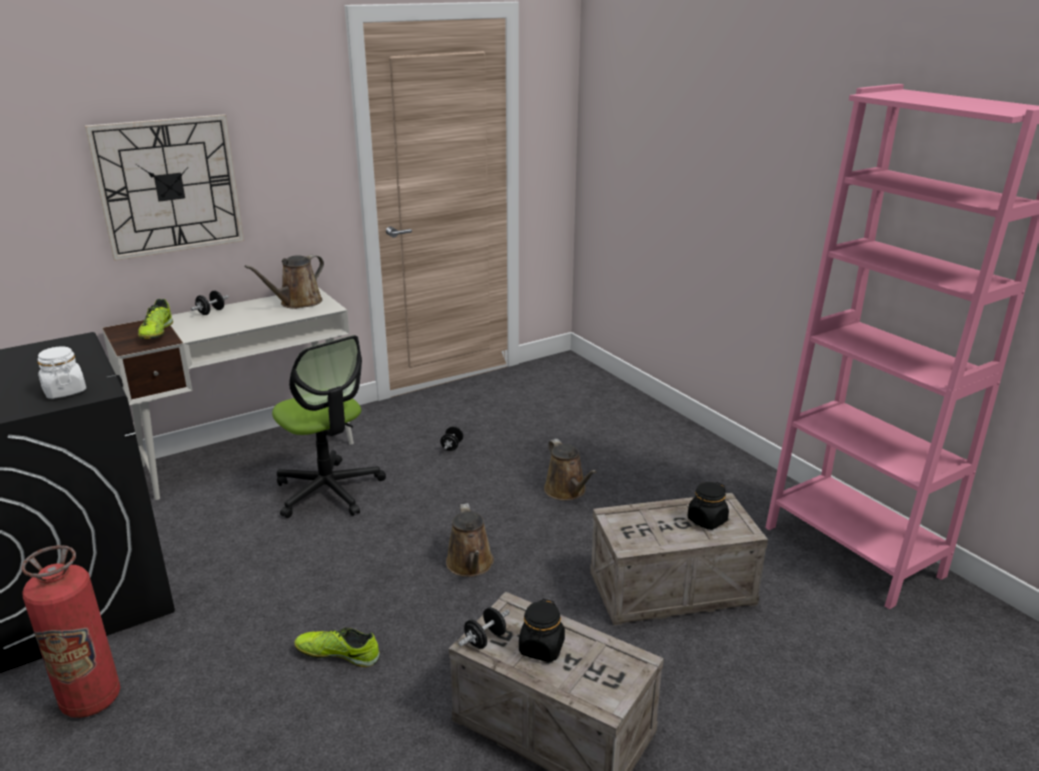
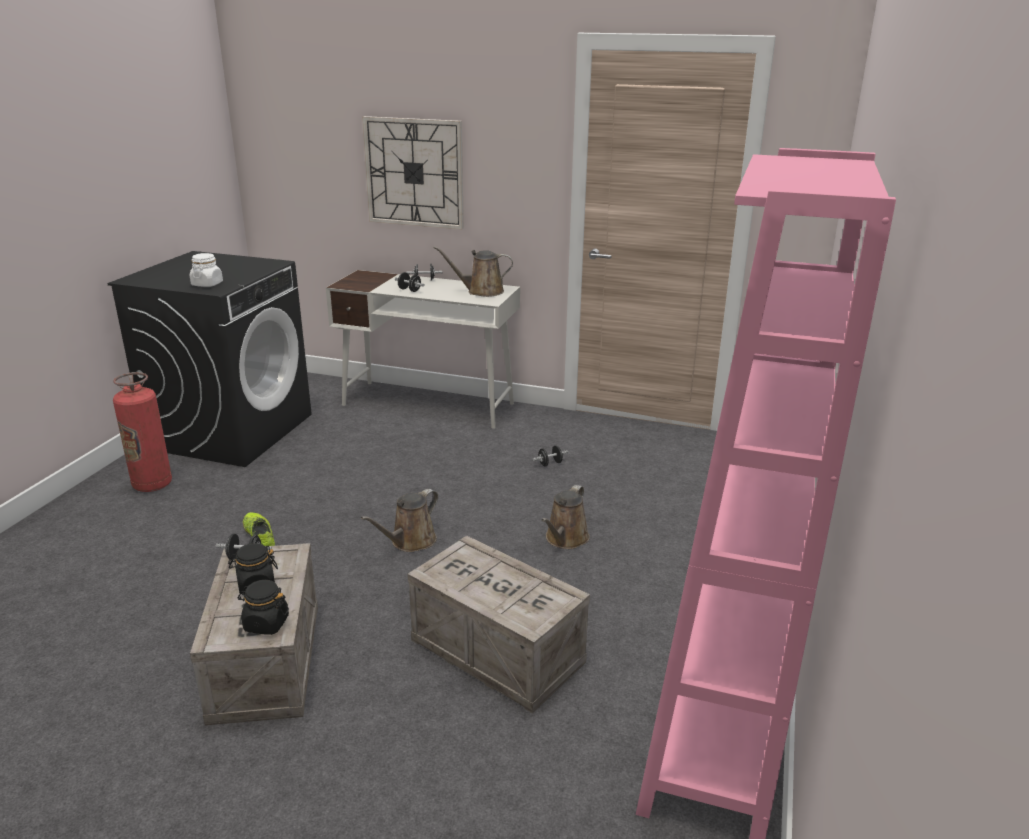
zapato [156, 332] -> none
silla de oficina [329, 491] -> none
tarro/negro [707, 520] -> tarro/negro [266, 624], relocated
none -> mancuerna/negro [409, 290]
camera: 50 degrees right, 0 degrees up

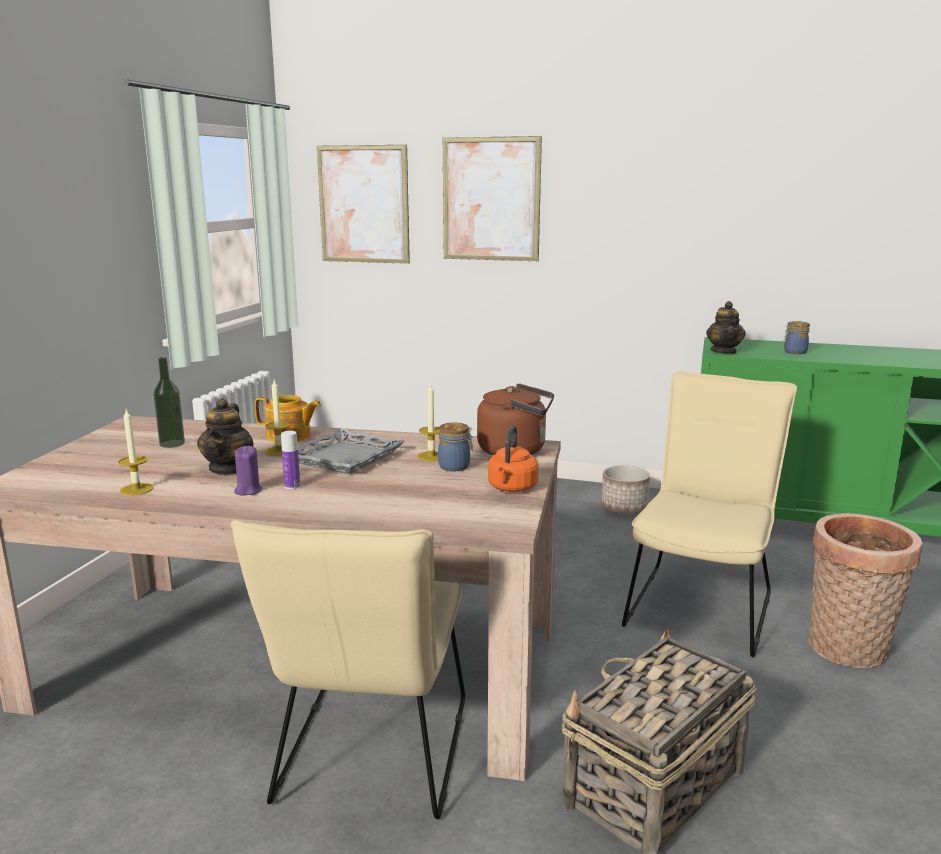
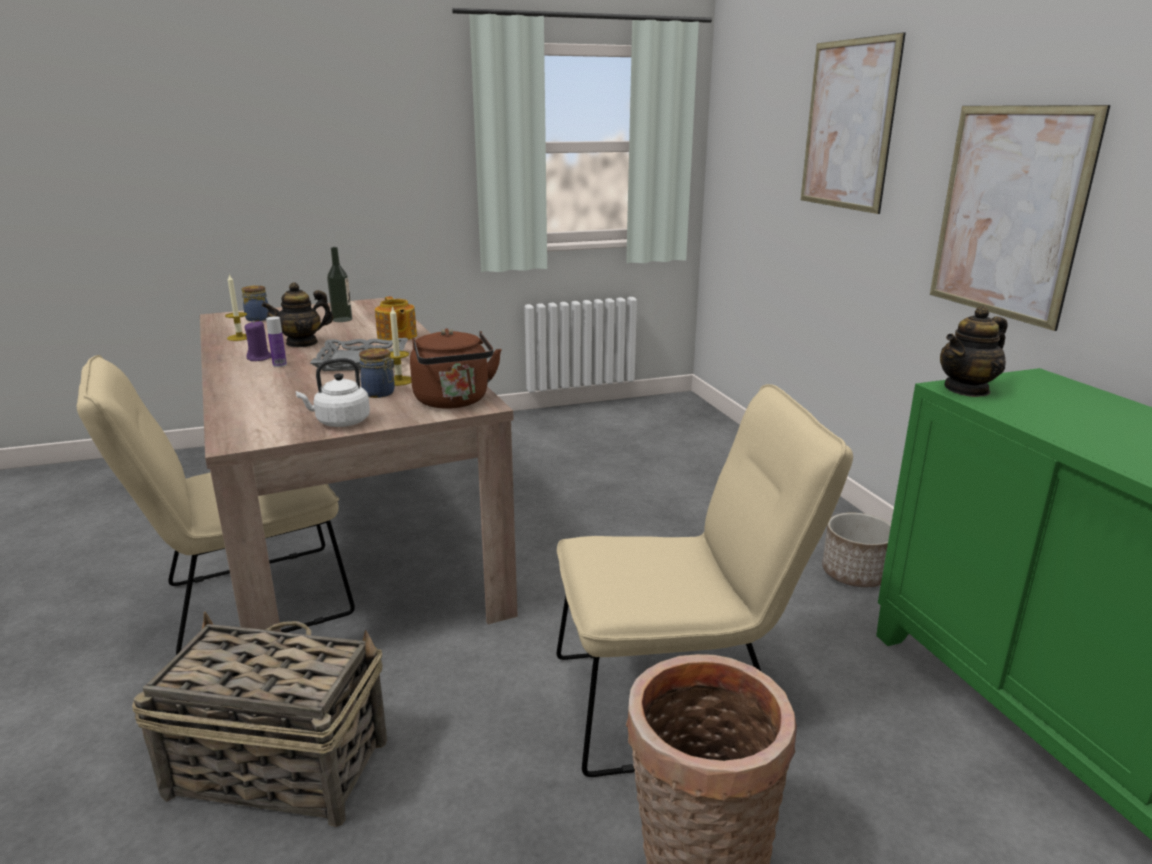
cuadro [363, 204] -> cuadro [1008, 213], relocated
tarro [794, 352] -> tarro [257, 318], relocated
vela [279, 451] -> none
hervidor/naranja [512, 488] -> hervidor/blanco [340, 422]
camera: 55 degrees right, 5 degrees up

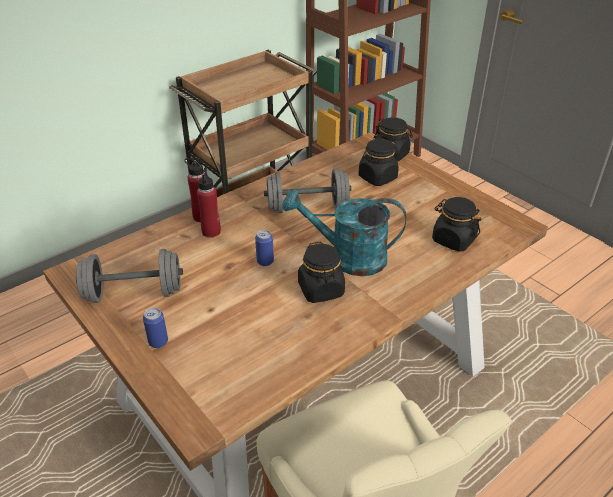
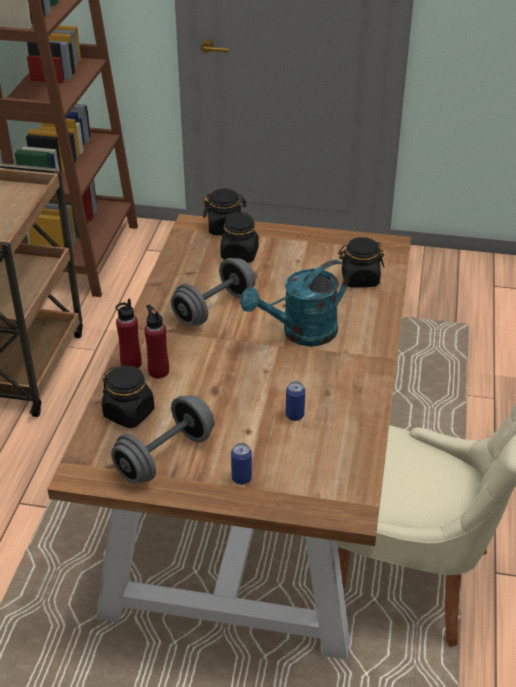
lata [265, 261] -> lata [294, 415], relocated
tarro/negro [321, 290] -> tarro/negro [129, 413], relocated
camera: 40 degrees left, 0 degrees up

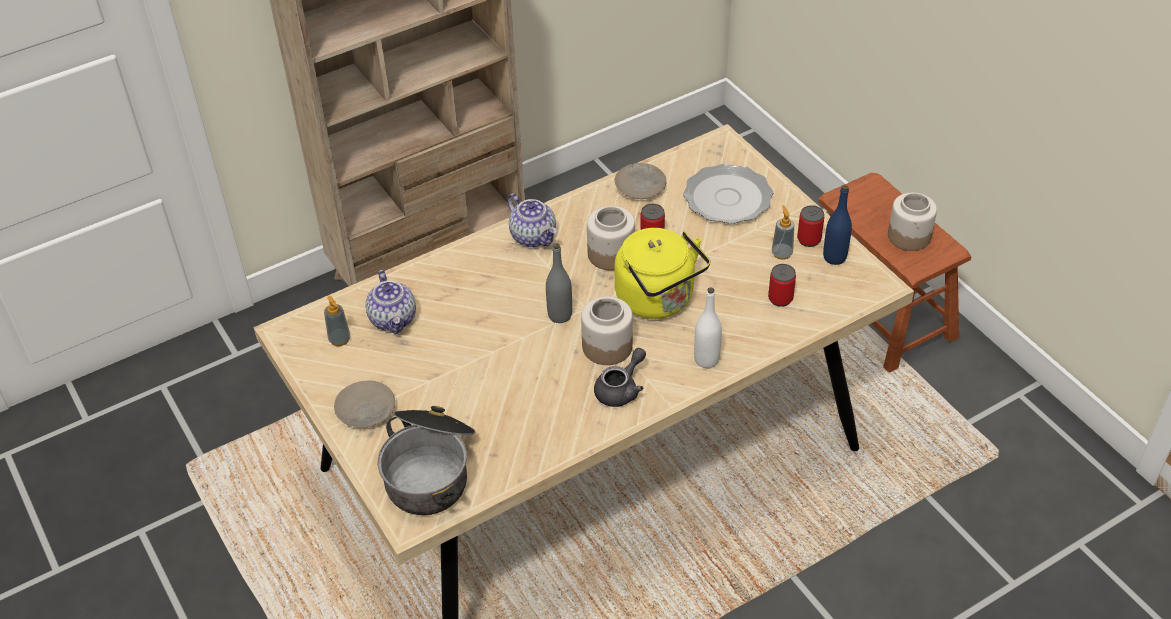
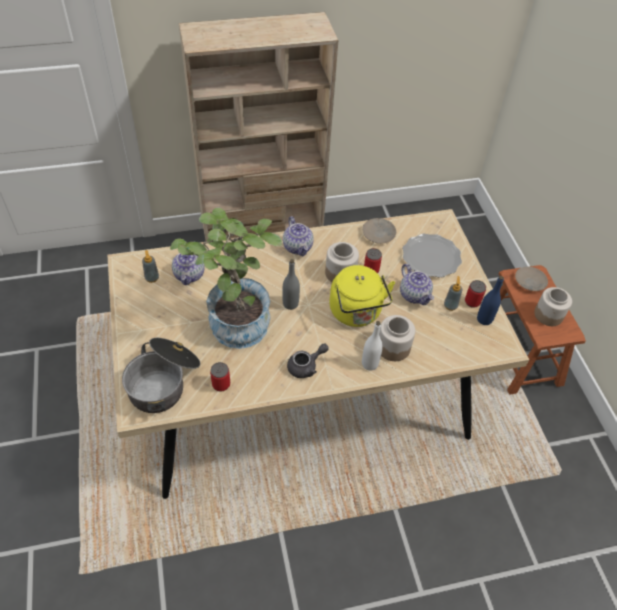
lata [780, 298] -> lata [221, 384], relocated
tarro [606, 346] -> tarro [393, 347], relocated
plato/beis [366, 410] -> plato/beis [530, 282], relocated
none -> planta en maceta [235, 319]
none -> tetera [415, 295]
camera: 15 degrees right, 5 degrees up

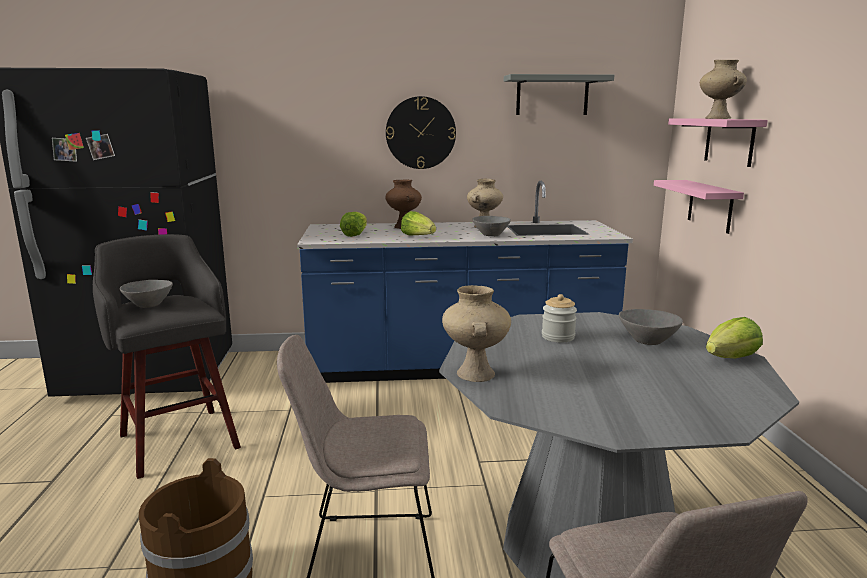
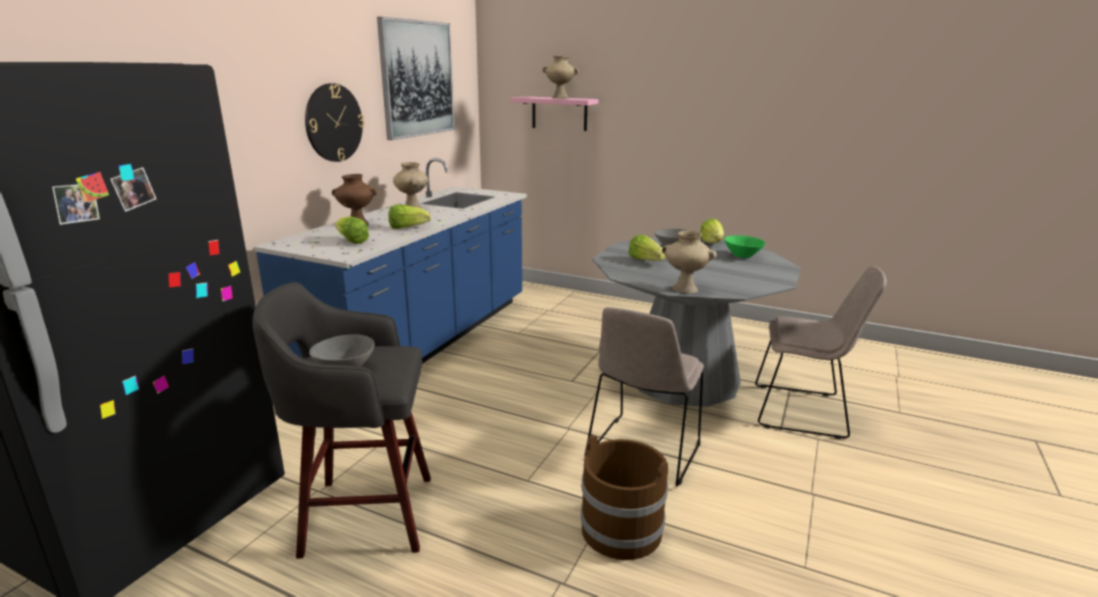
estante/gris [552, 95] -> cuadro [417, 79]
estante/rosa [710, 206] -> none
cuenco/gris [491, 235] -> none
tarro [558, 337] -> lechuga [645, 261]
none -> cuenco/verde [742, 256]
camera: 60 degrees left, 5 degrees up

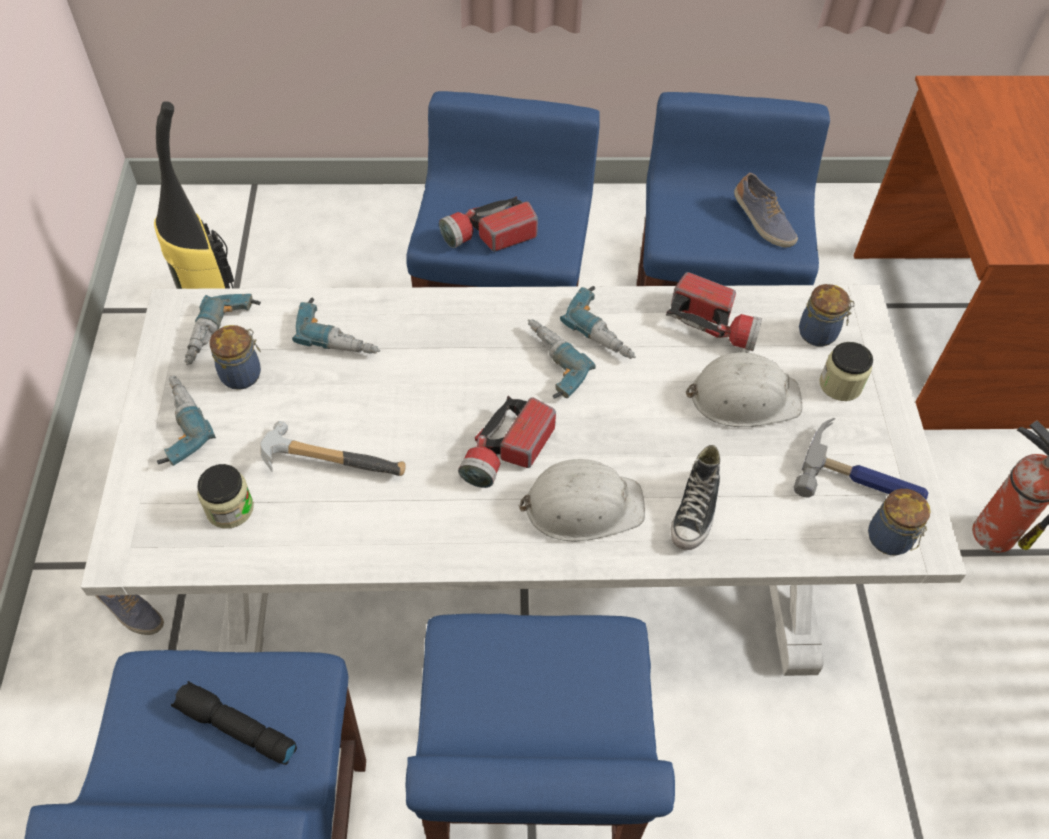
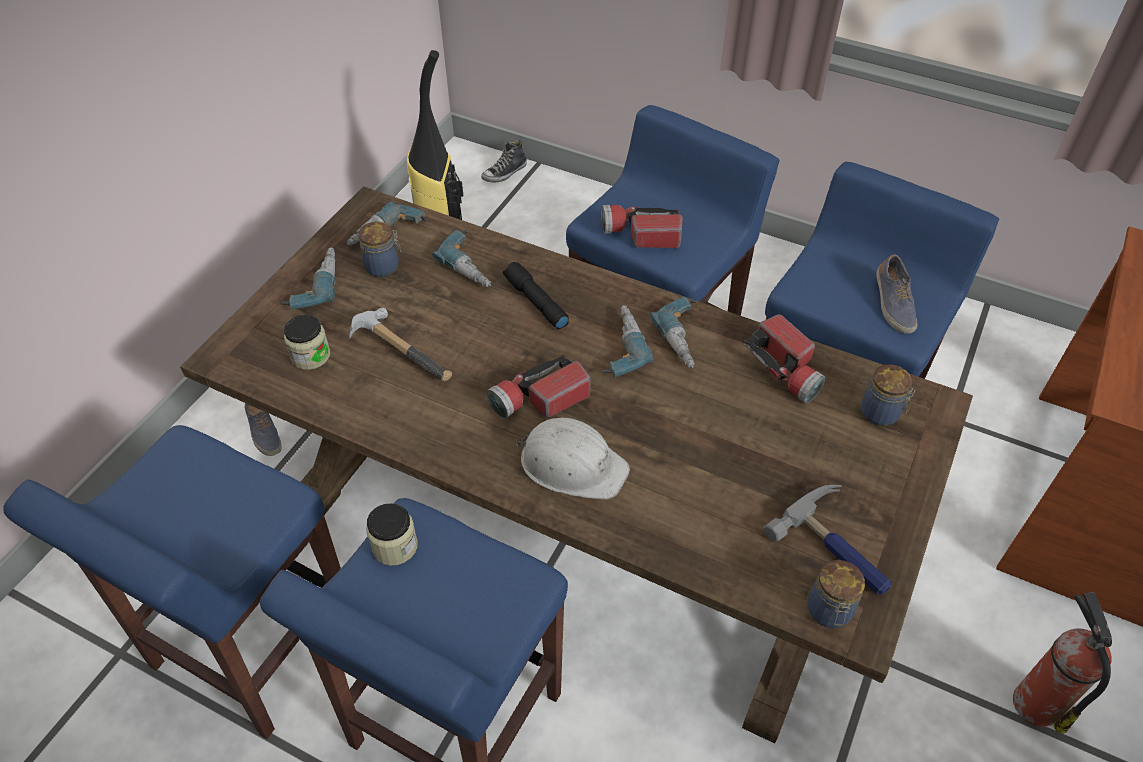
mesa de comedor/blanco [520, 553] -> mesa de comedor/marrón [573, 520]
tarro [840, 384] -> tarro [395, 546], relocated
casco/blanco [743, 397] -> none
zapato [695, 511] -> zapato [505, 173], relocated
linterna/negro [235, 728] -> linterna/negro [535, 302], relocated
camera: 30 degrees right, 5 degrees down

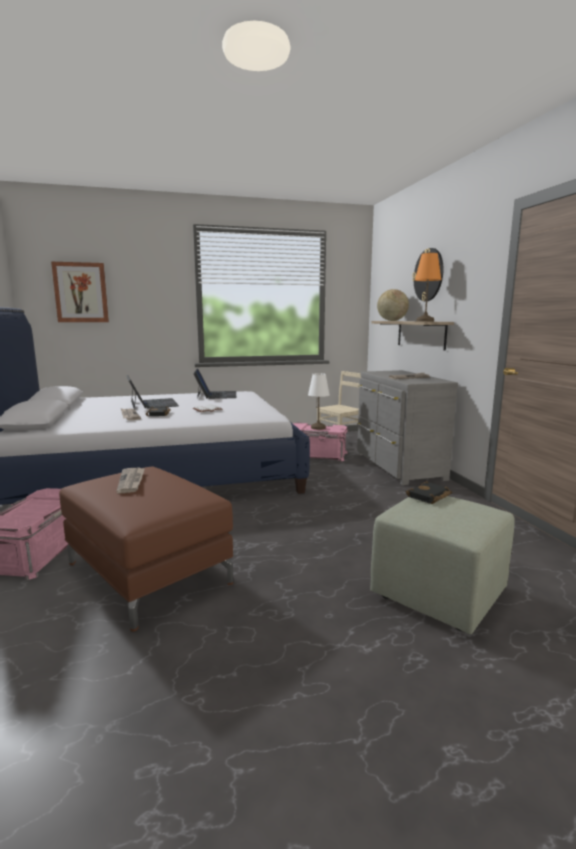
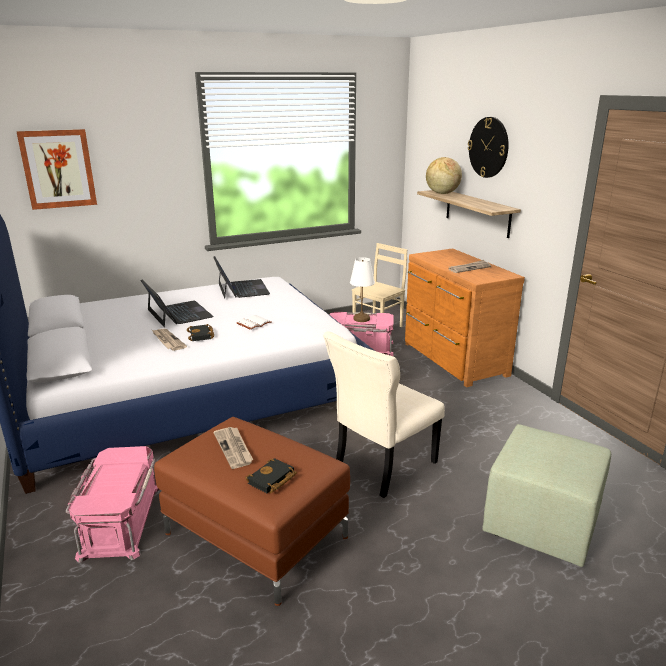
lámpara de mesa/naranja [425, 321] -> none
cómoda/gris [397, 466] -> cómoda/marrón [453, 360]
libro/negro [429, 497] -> libro/negro [271, 480], relocated
none -> silla/beis [382, 466]
camera: 10 degrees left, 10 degrees up

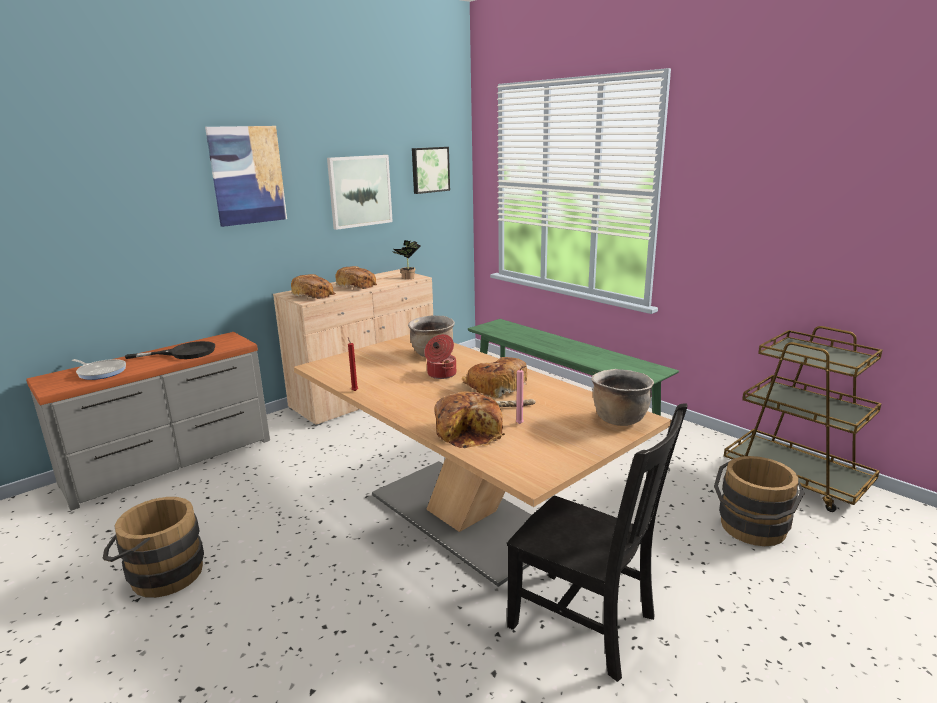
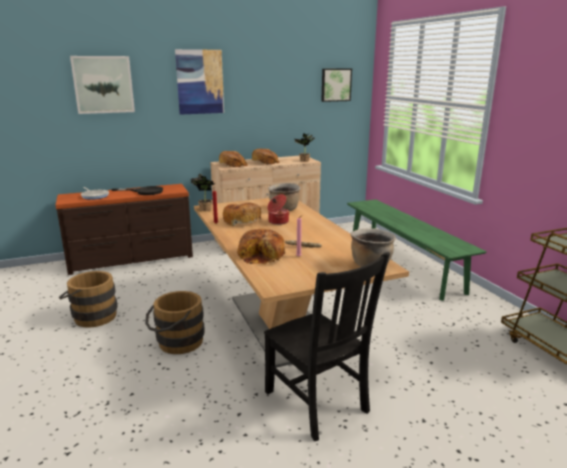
cuadro [359, 191] -> cuadro [103, 84], relocated
cómoda/gris [171, 462] -> cómoda/marrón [131, 259]
pan [496, 386] -> pan [241, 221], relocated
cubo/marrón [751, 530] -> cubo/marrón [176, 343], relocated
none -> planta en maceta [204, 209]
camera: 20 degrees right, 0 degrees up

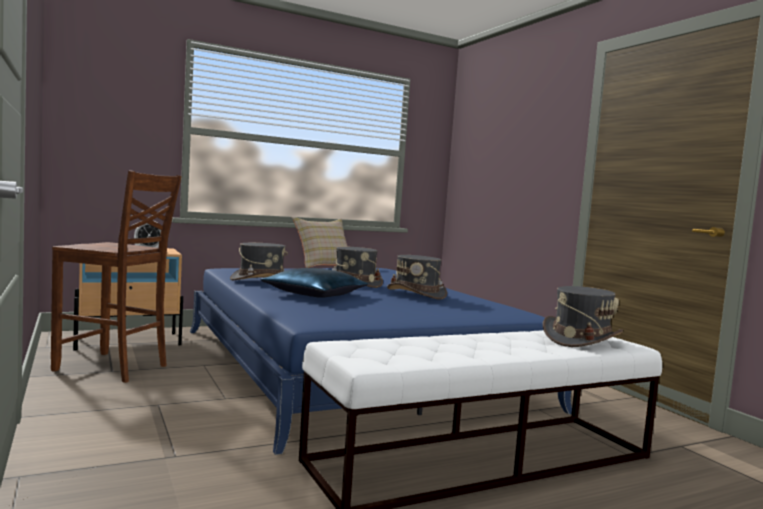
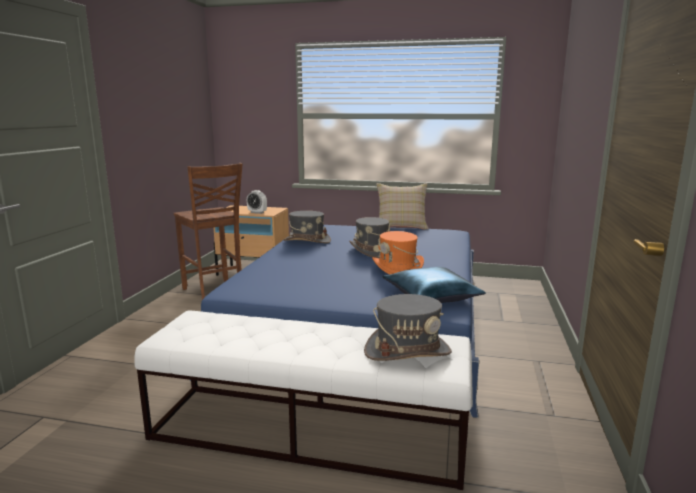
sombrero/gris [416, 294] -> sombrero/naranja [397, 269]
cojín/azul [315, 294] -> cojín/azul [431, 296], relocated
camera: 40 degrees right, 10 degrees up

